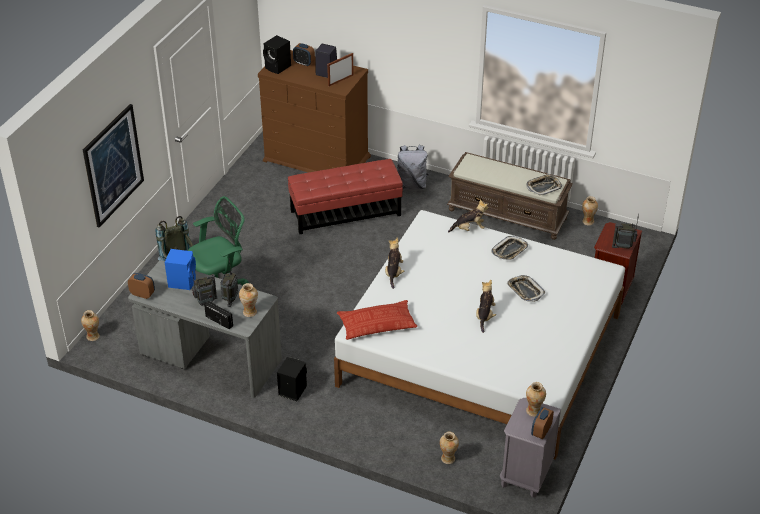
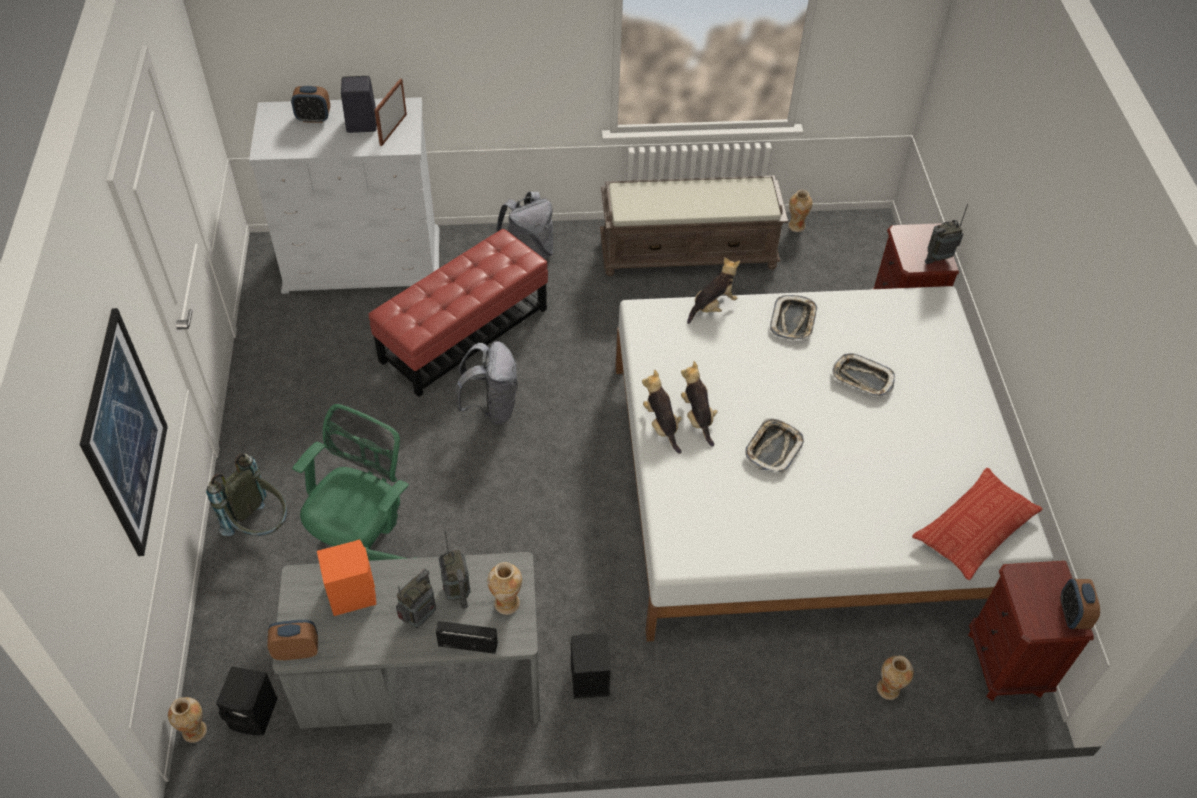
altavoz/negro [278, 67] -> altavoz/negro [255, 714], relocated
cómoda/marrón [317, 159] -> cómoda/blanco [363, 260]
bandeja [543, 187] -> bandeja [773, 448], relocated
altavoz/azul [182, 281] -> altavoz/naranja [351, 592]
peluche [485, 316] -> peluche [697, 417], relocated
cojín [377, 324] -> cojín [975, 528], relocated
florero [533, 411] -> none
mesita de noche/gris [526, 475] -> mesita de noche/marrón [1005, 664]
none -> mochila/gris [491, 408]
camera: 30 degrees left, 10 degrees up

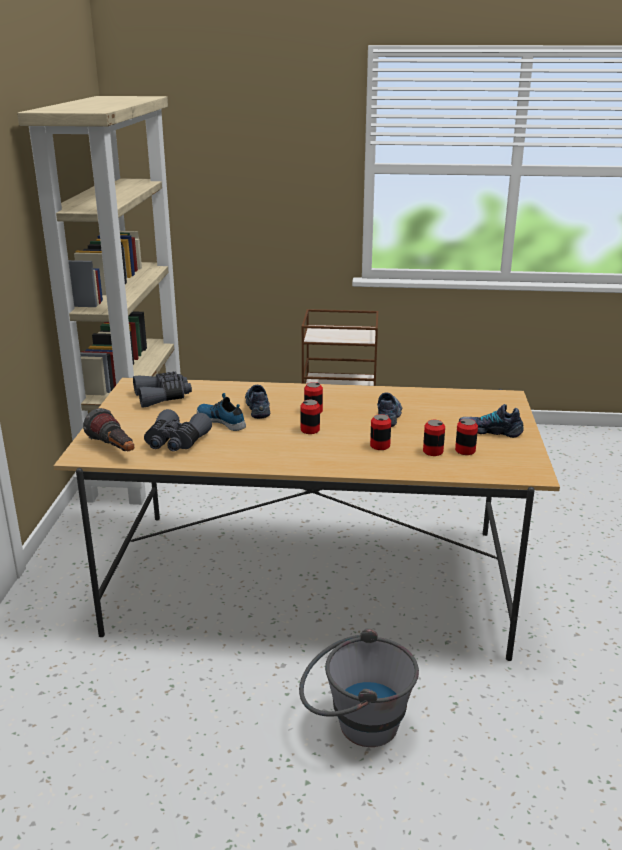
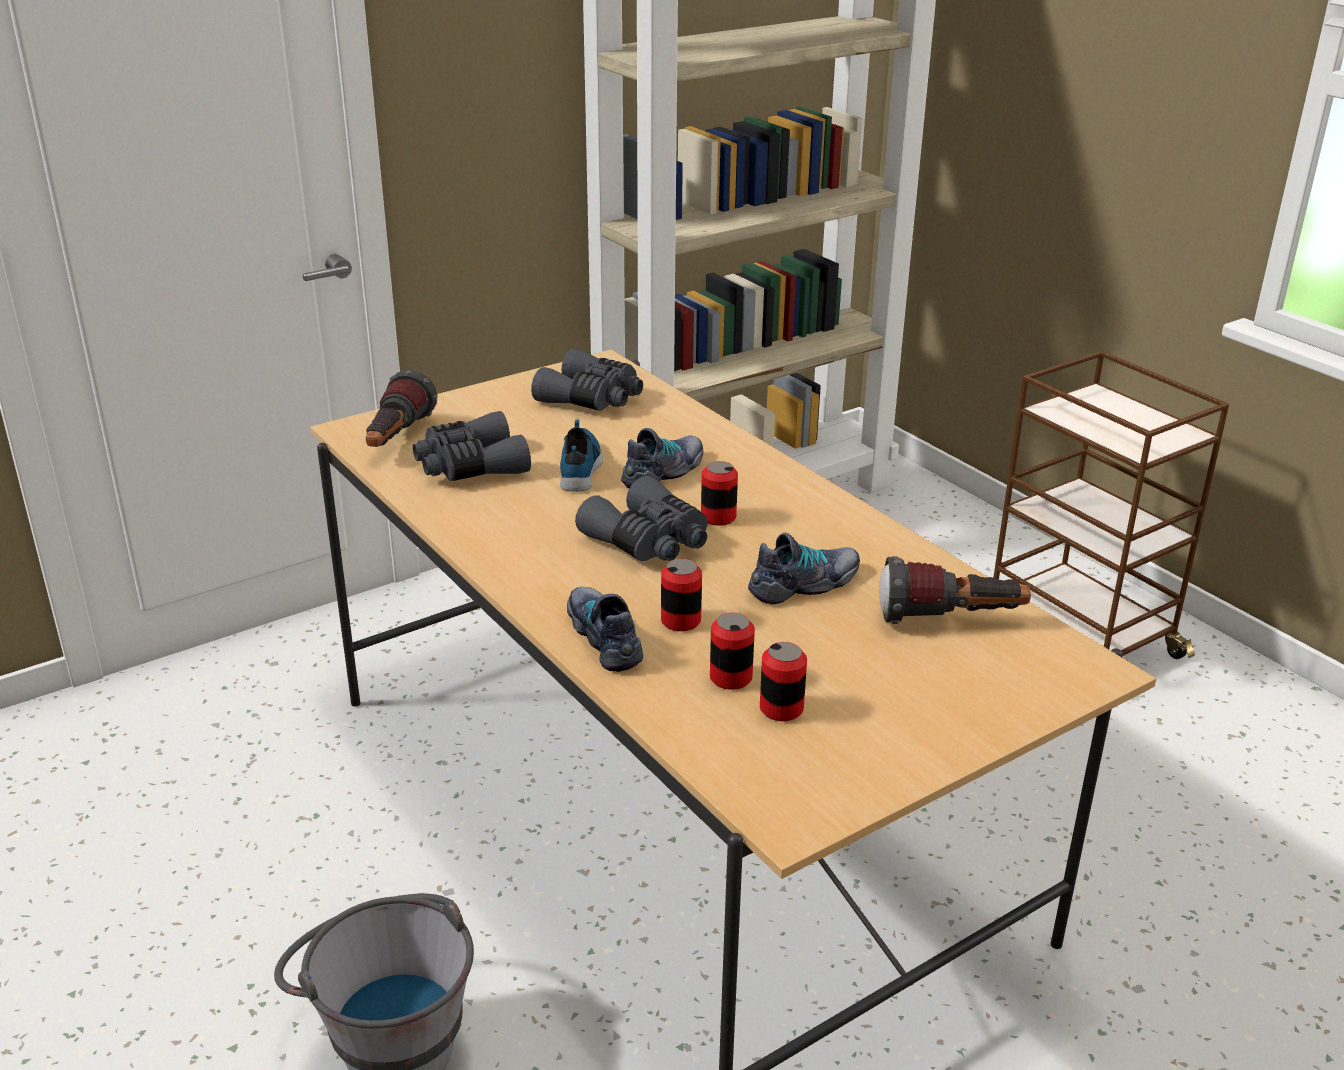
lata [310, 430] -> prismáticos/gris [649, 541]
zapato [490, 430] -> zapato [606, 637], relocated
none -> linterna [950, 620]
camera: 50 degrees right, 5 degrees up

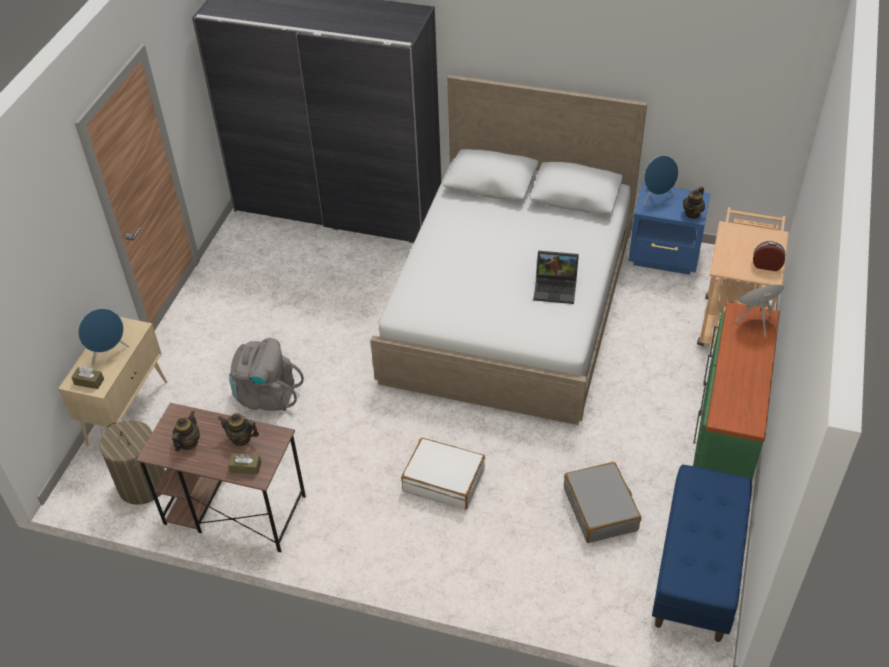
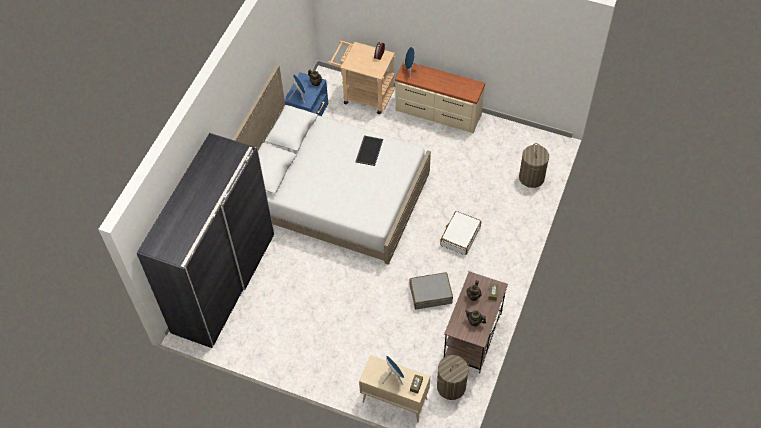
portátil [556, 288] -> bandeja [369, 150]
cómoda/verde [726, 428] -> cómoda/beis [438, 113]
mochila/gris [266, 396] -> none
maleta/gris [601, 509] -> maleta/gris [430, 294], relocated
banco/azul [697, 571] -> none
none -> cesto de la ropa [531, 177]
camera: 85 degrees left, 10 degrees up

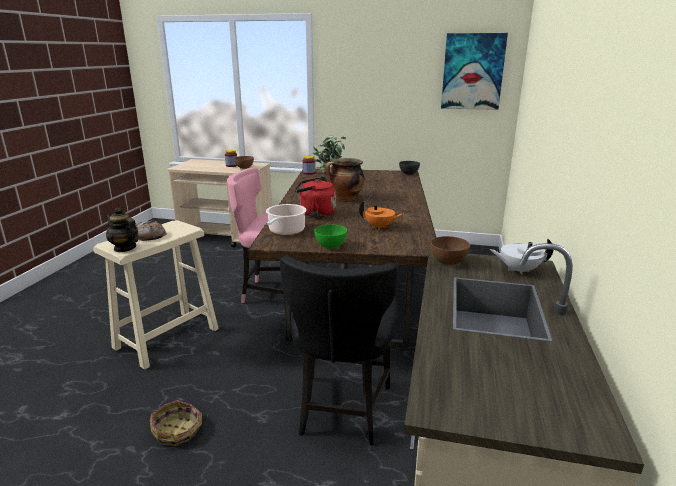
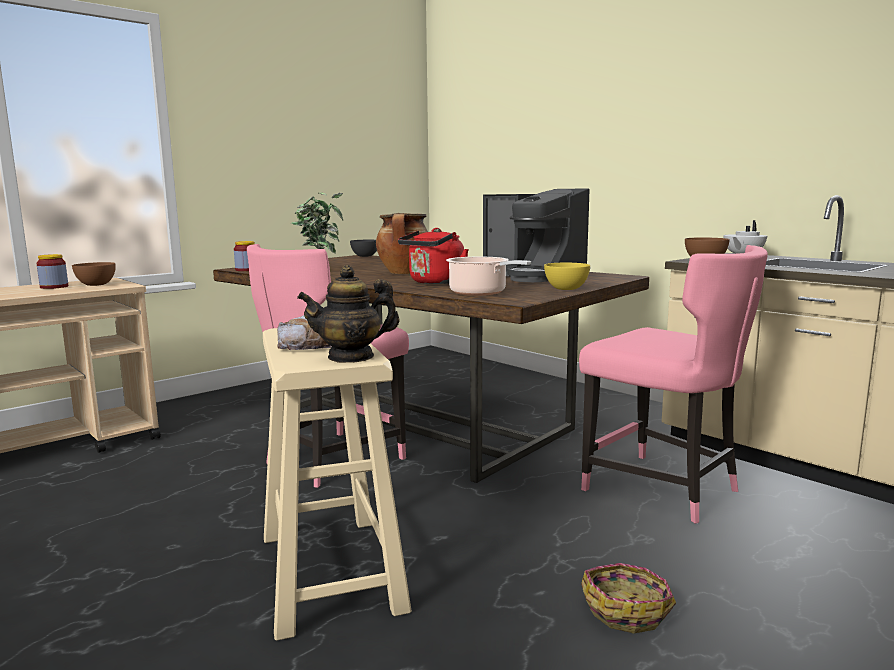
cuadro [472, 72] -> none
tetera/naranja [380, 227] -> cafetera [533, 276]
cuenco/verde [330, 246] -> cuenco/amarillo [566, 289]
silla/negro [342, 410] -> silla/rosa [664, 489]
camera: 55 degrees left, 10 degrees down

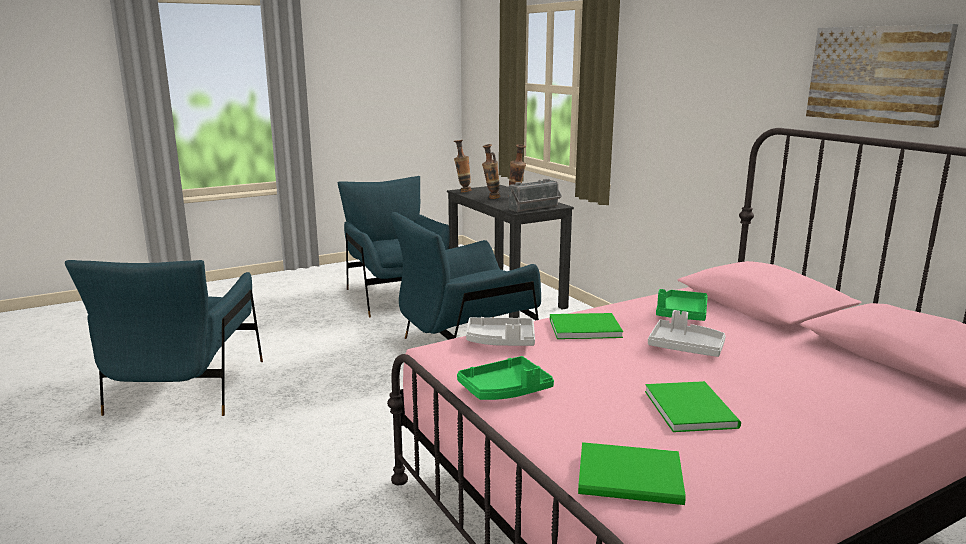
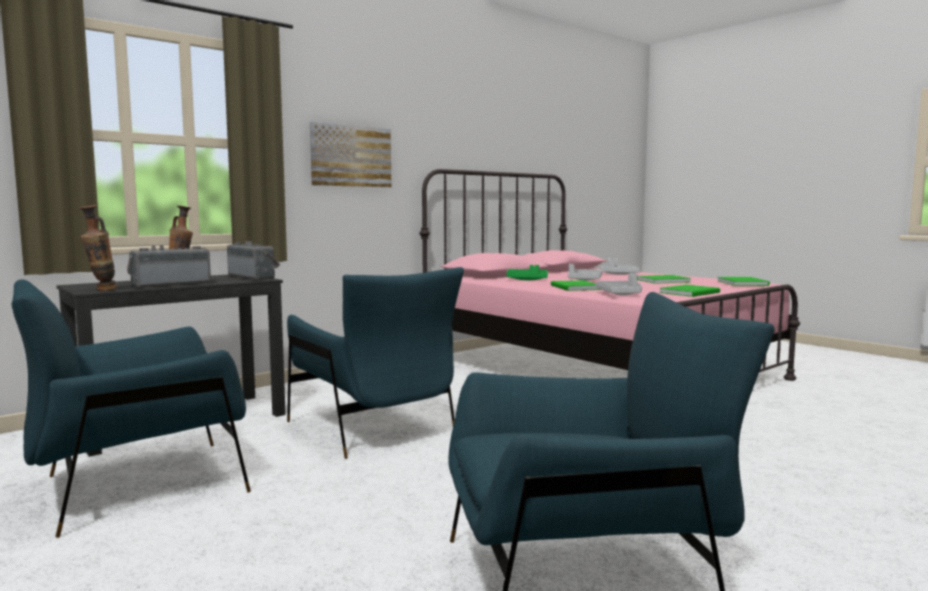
cuadro [877, 74] -> cuadro [350, 156], relocated
florero [491, 198] -> radio [171, 284]
bandeja/verde [505, 390] -> libro/verde [691, 292]
none -> bandeja/gris [619, 274]
camera: 100 degrees left, 10 degrees down

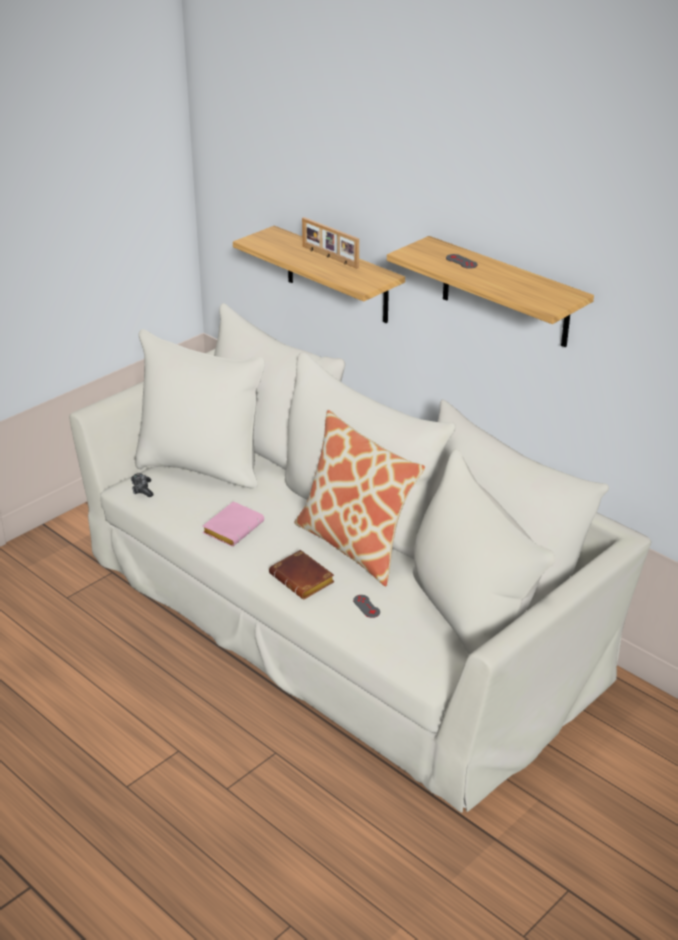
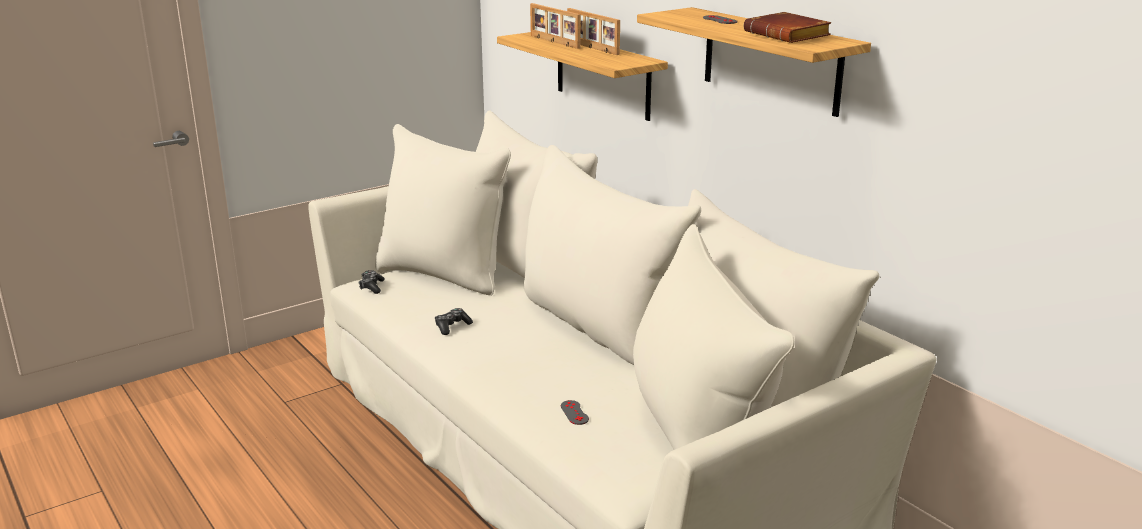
cojín [356, 545] -> none
libro/rosa [233, 527] -> mando de consola [452, 326]
libro/marrón [304, 579] -> libro/marrón [789, 36], relocated
none -> portarretratos [553, 42]
camera: 10 degrees right, 10 degrees down

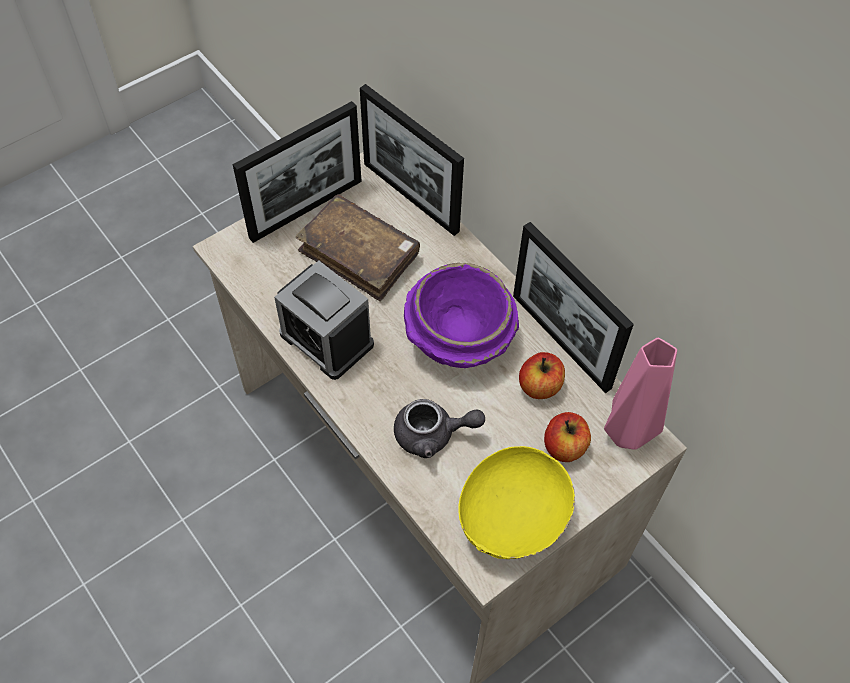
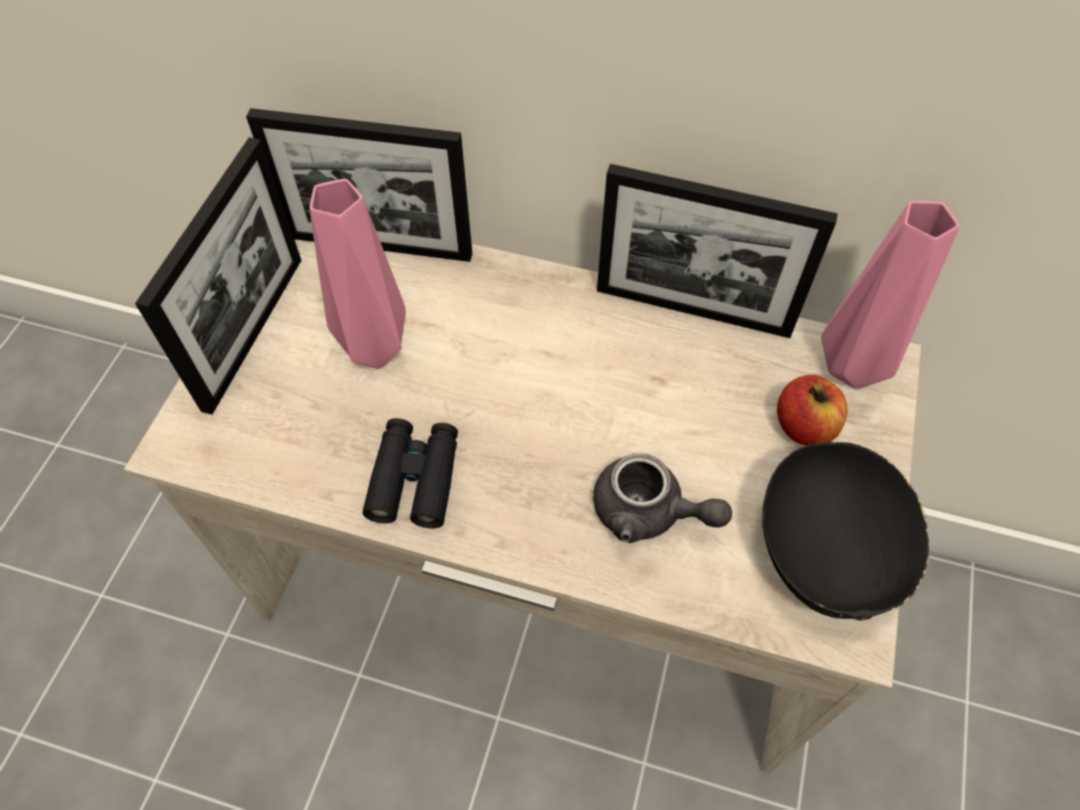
libro/marrón [359, 255] -> florero/rosa [371, 348]
despertador [326, 339] -> prismáticos/negro [415, 478]
cuenco/morado [459, 337] -> none
manzana [540, 386] -> none
tetera/gris [433, 435] -> tetera/gris [649, 513], 60 degrees clockwise
cuenco/amarillo [512, 519] -> cuenco/negro [828, 553]
camera: 35 degrees left, 0 degrees up

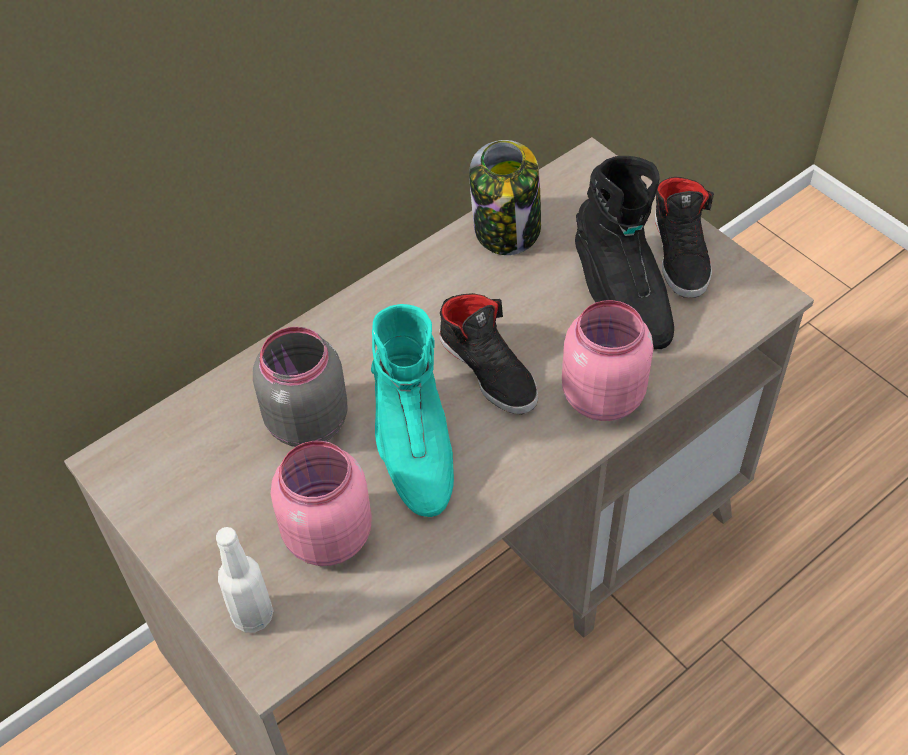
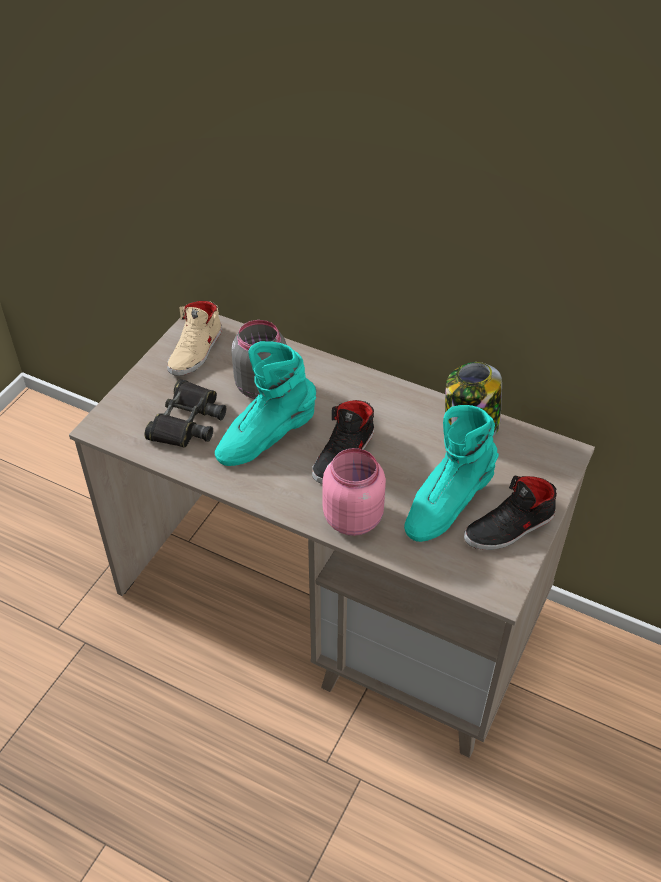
bota/negro [620, 297] -> bota/turquesa [446, 504]
tarro/rosa [325, 536] -> prismáticos/negro [187, 421]
botella/blanco [253, 616] -> none
none -> zapato/beis [196, 351]
camera: 65 degrees right, 5 degrees down

